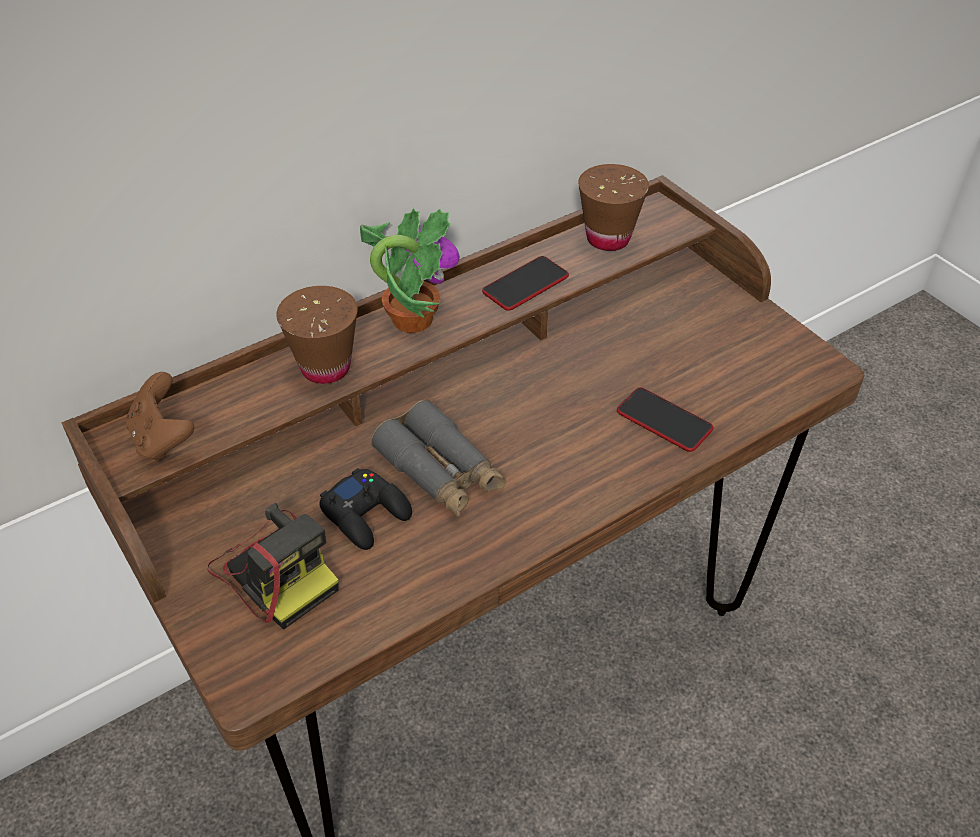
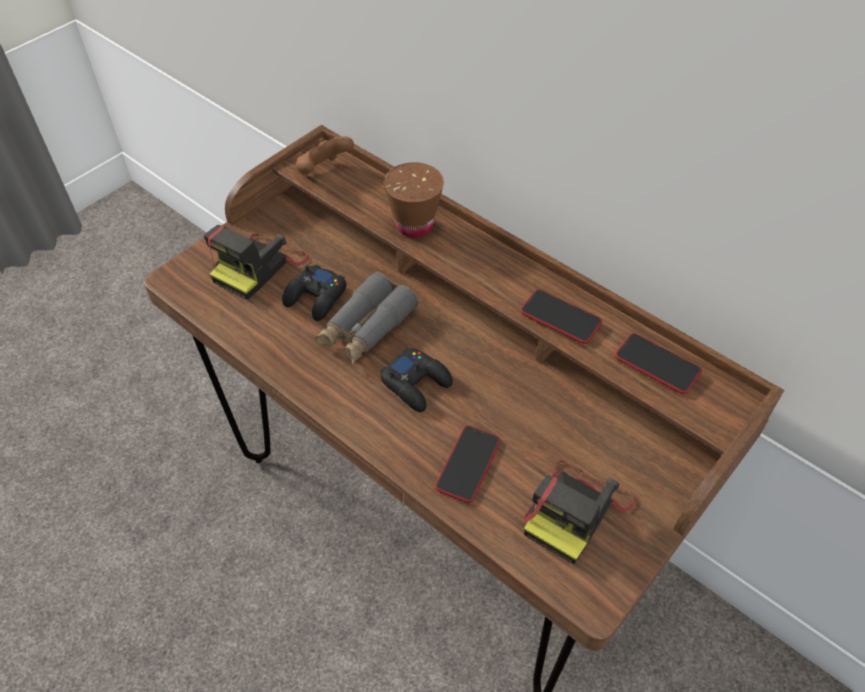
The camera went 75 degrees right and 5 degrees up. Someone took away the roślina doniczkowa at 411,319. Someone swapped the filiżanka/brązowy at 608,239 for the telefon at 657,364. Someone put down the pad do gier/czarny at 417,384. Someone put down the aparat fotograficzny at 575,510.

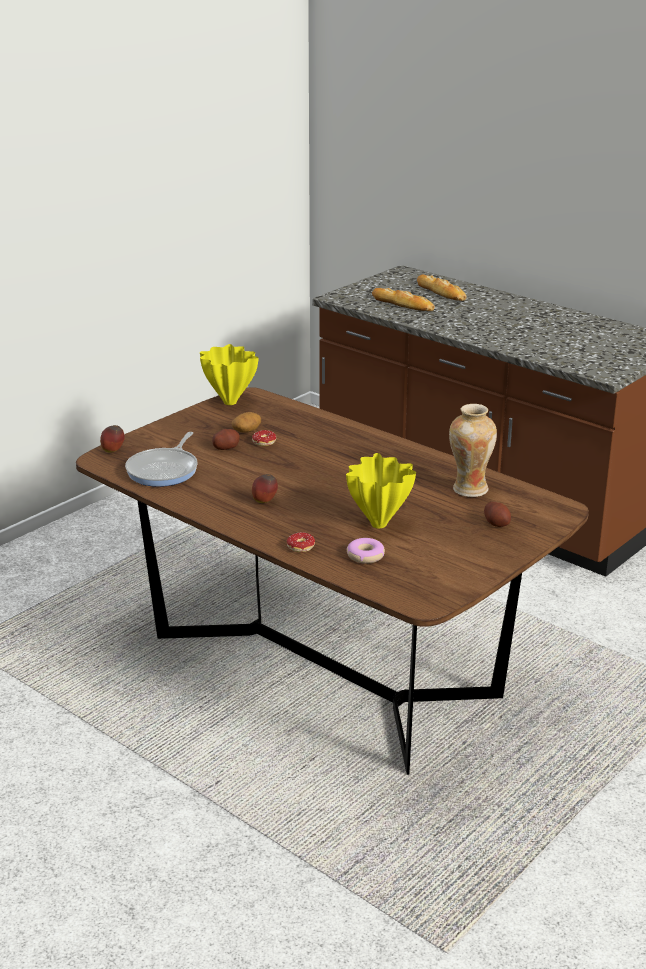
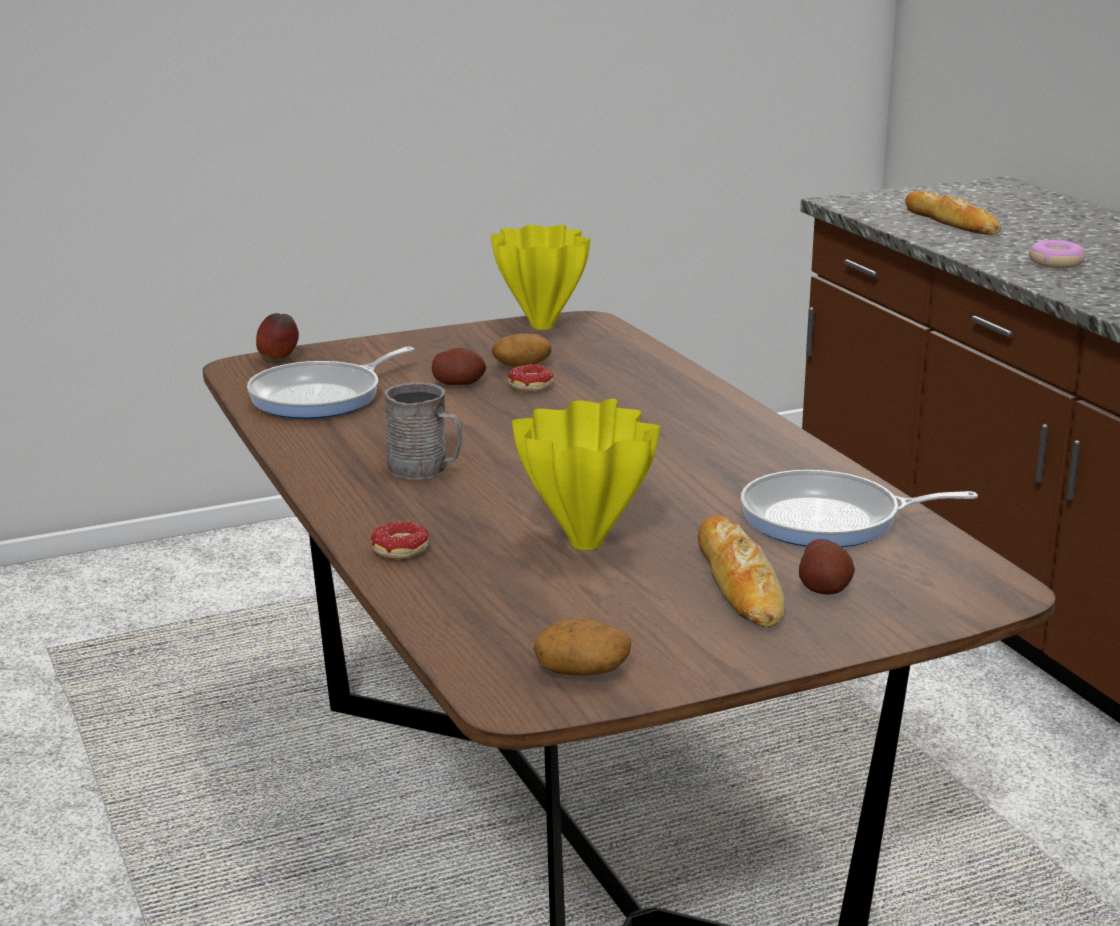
The camera went 25 degrees right and 5 degrees down. Someone swapped the jabłko at 265,501 for the kubek/szary at 425,469. Someone carried the donut from 365,556 to 1055,263. Someone carried the chleb from 440,292 to 738,582. Someone swapped the wazon at 470,489 for the patelnia at 829,520. Someone put down the ziemniak at 583,670.

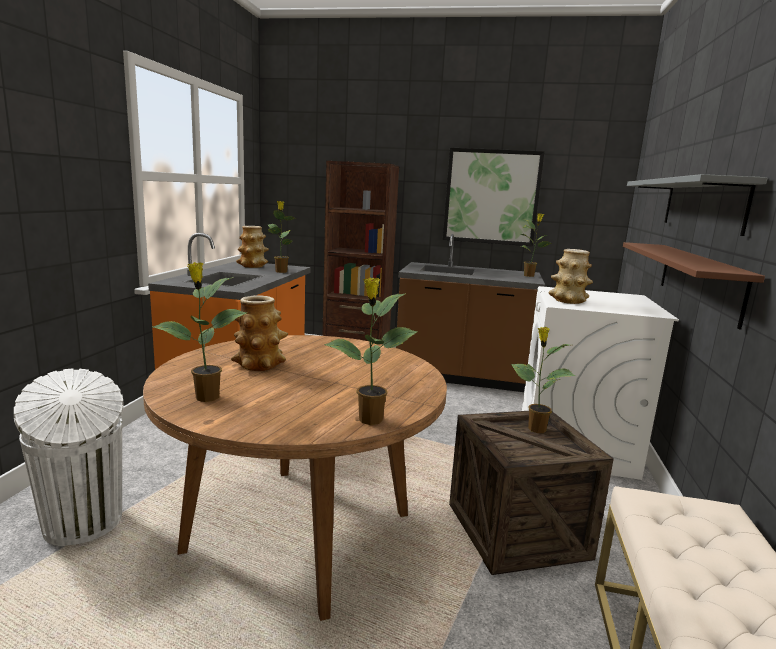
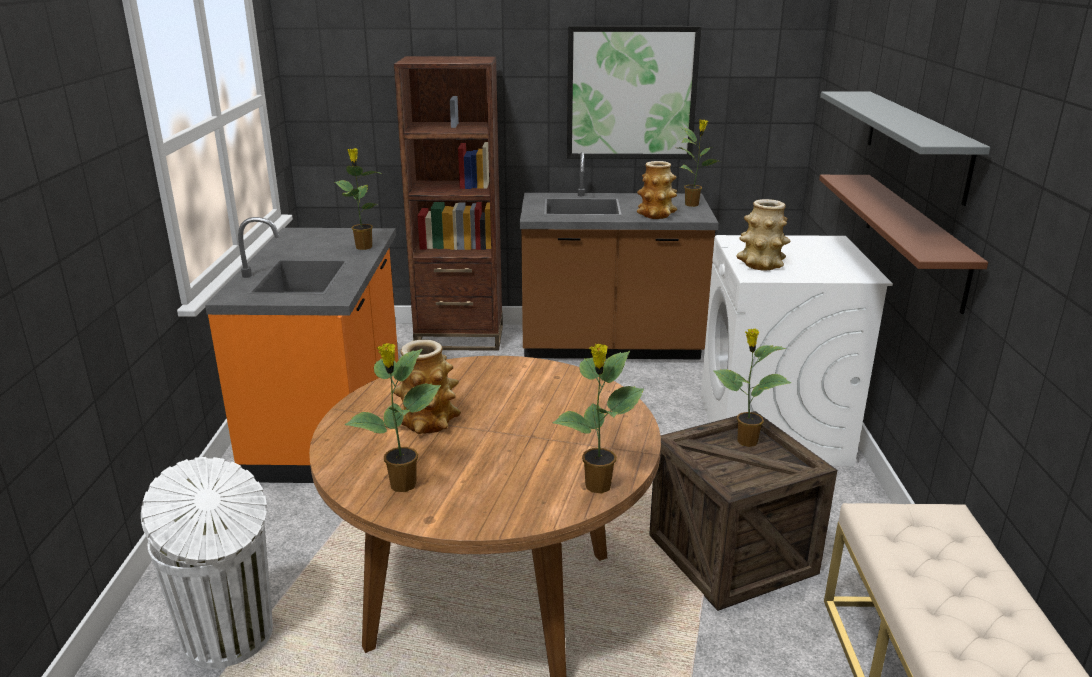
The camera went 10 degrees left and 10 degrees up. Someone carried the wazon from 253,266 to 656,215.

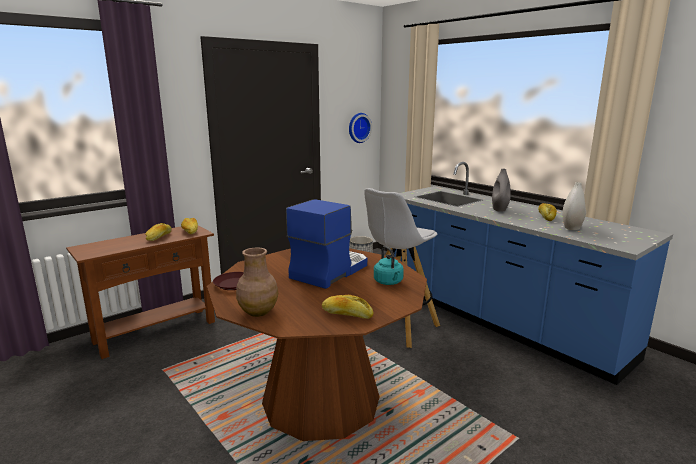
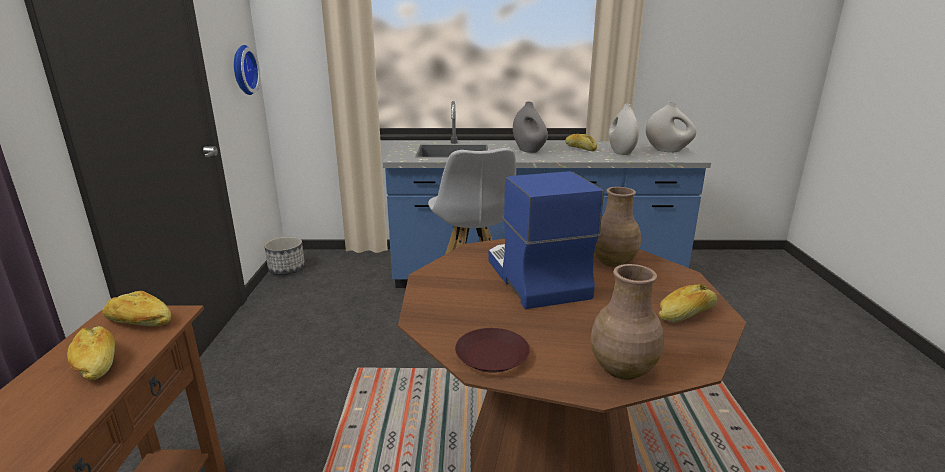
The camera went 50 degrees left and 5 degrees up. Someone swapped the czajnik/turkusowy at 389,282 for the wazon/brązowy at 613,261. Someone put down the wazon/biały at 667,150.

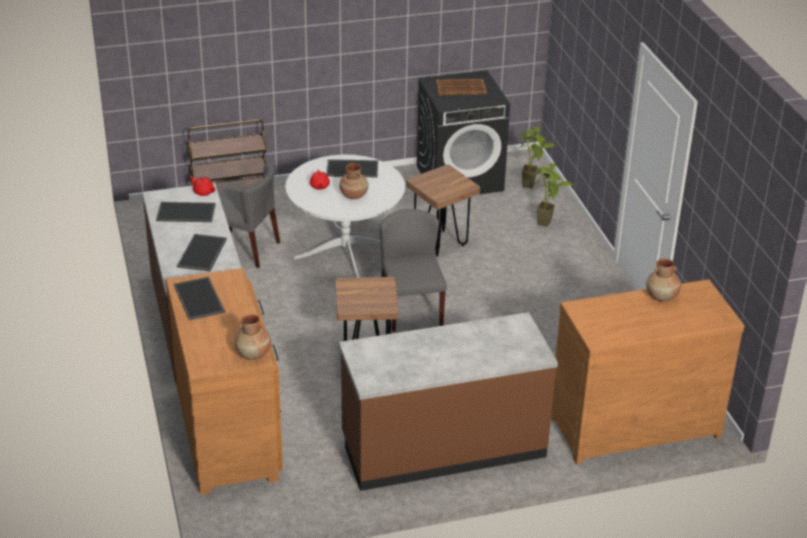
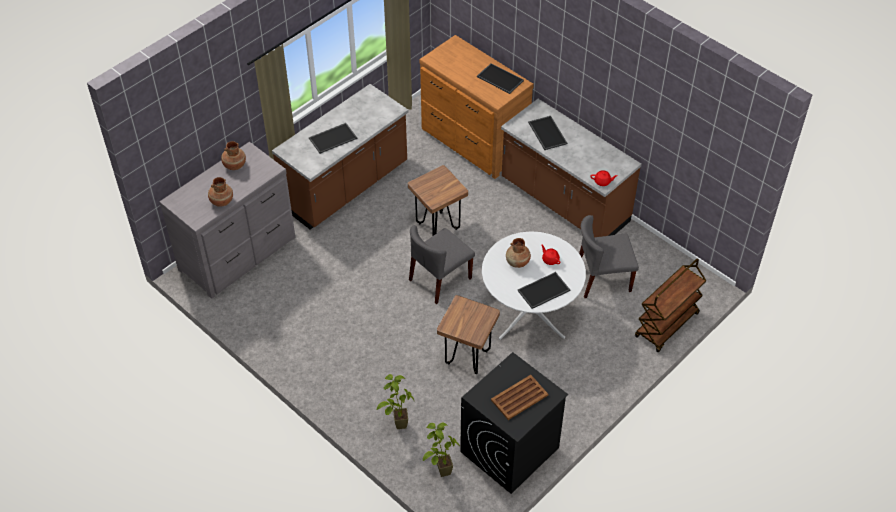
The camera went 150 degrees right and 15 degrees up. Someone carried the taca from 185,213 to 333,138. Someone carried the wazon/brązowy from 253,354 to 234,165. Someone rotated the krzesło/szary at 411,310 by 90 degrees clockwise. Someone repainted the komoda/brązowy at 632,424, which became the komoda/szary at 239,254.

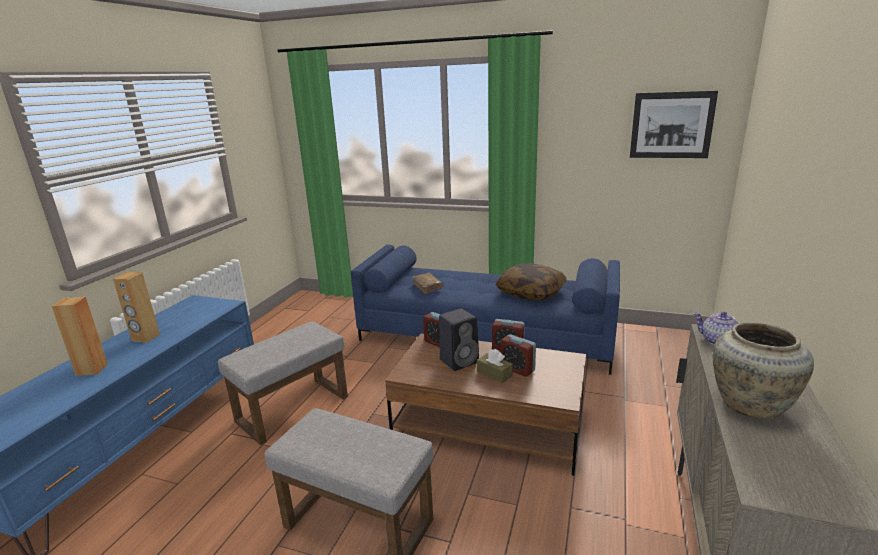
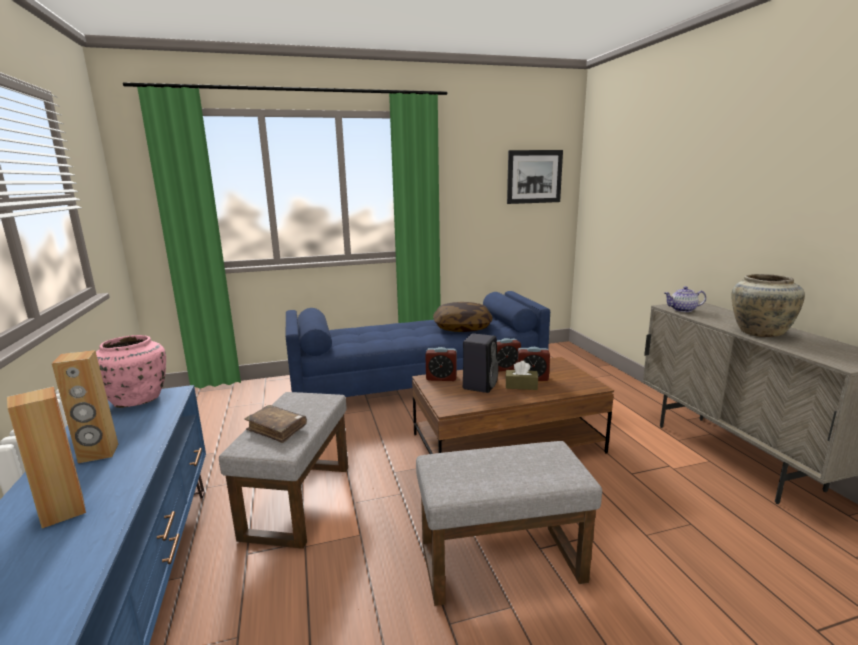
The camera went 35 degrees left and 5 degrees down. Someone carried the książka/brązowy from 427,287 to 277,429. Someone put down the wazon/różowy at 137,399.

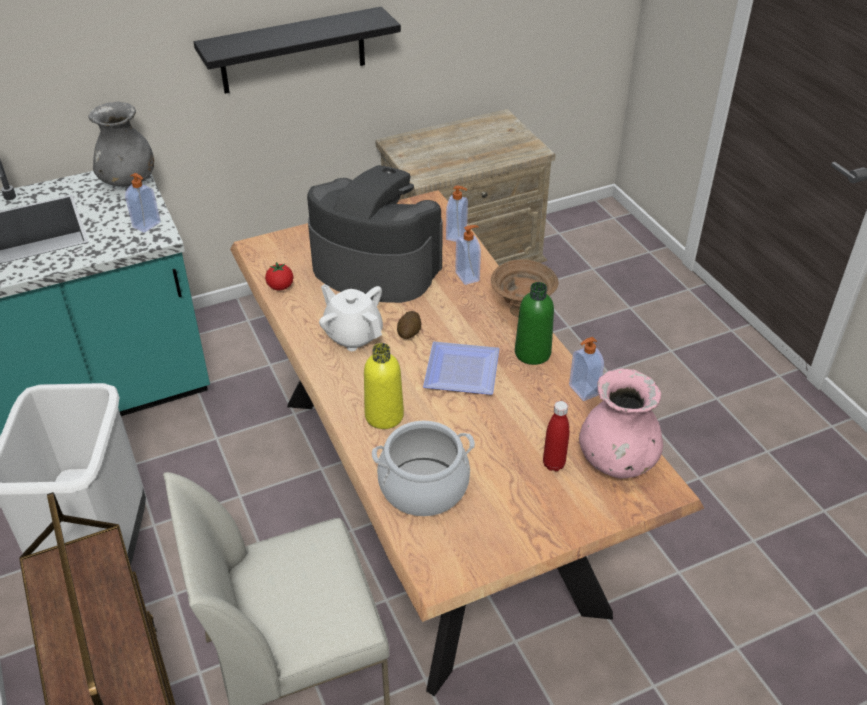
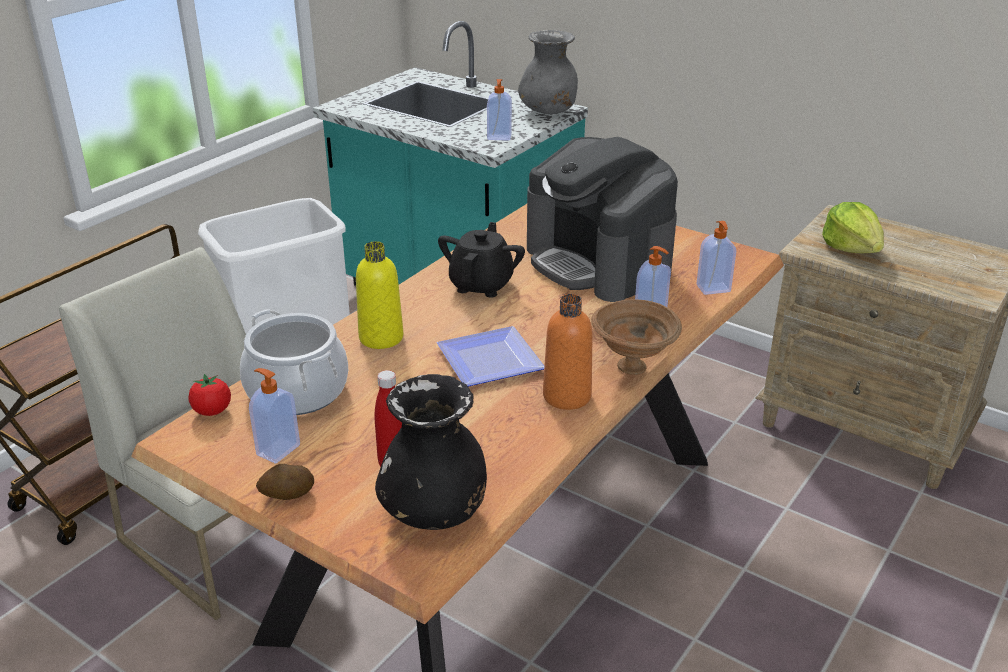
The camera went 60 degrees right and 10 degrees down. Someone took away the półka/czarny at 293,51. Someone carried the pomidor from 280,287 to 212,411. Someone rotated the ekspres do kawy at 375,267 by 150 degrees clockwise. Someone repainted the imbryk/biały at 353,335, which became the imbryk/czarny at 481,285. Someone carried the ziemniak from 409,333 to 287,495. Someone repainted the butelka/zielony at 532,353, which became the butelka/pomarańczowy at 567,396. Someone carried the dozownik mydła from 583,390 to 277,449. Someone repainted the wazon/różowy at 617,461, which became the wazon/czarny at 434,512. Someone put down the sałata at 852,248.

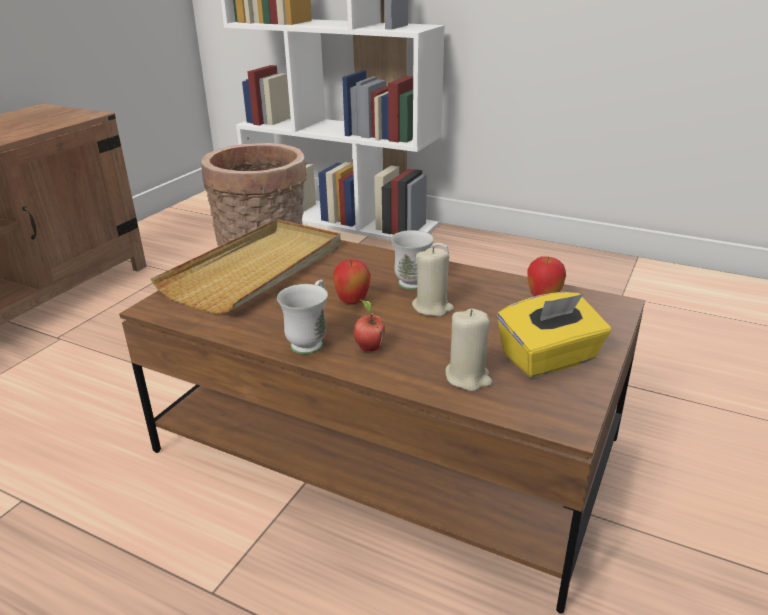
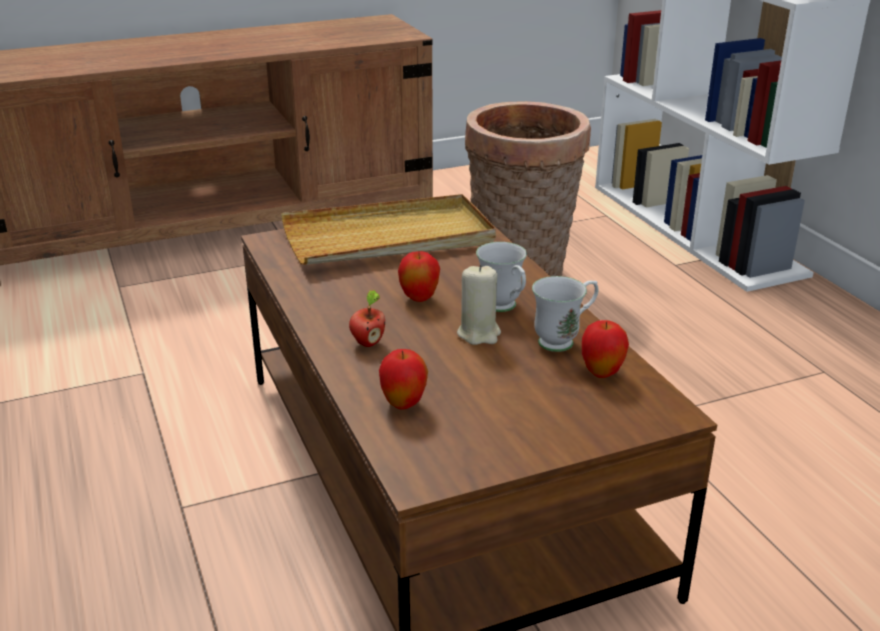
The camera went 40 degrees right and 0 degrees up. Someone carried the kubek/biały from 311,341 to 564,340. Someone swapped the świeca/beżowy at 468,377 for the jabłko at 404,404. Someone took away the pudełko chusteczek/żółty at 549,359.

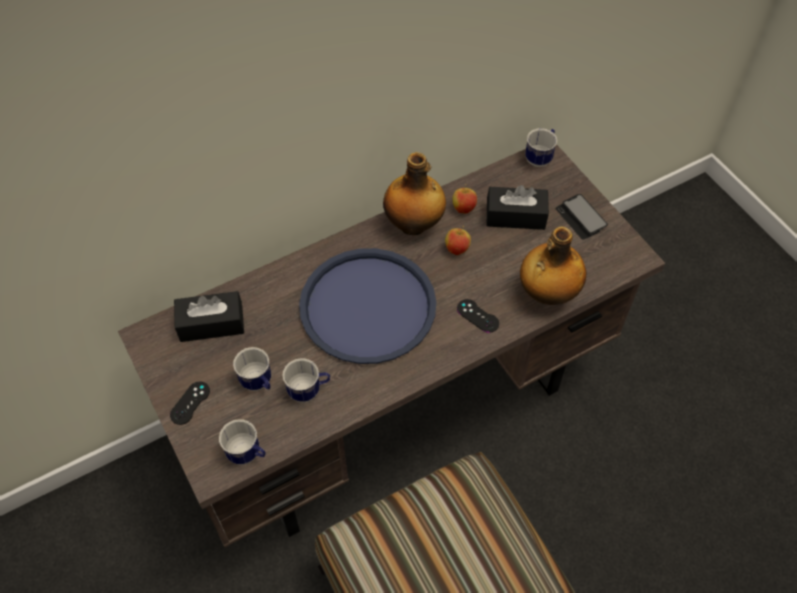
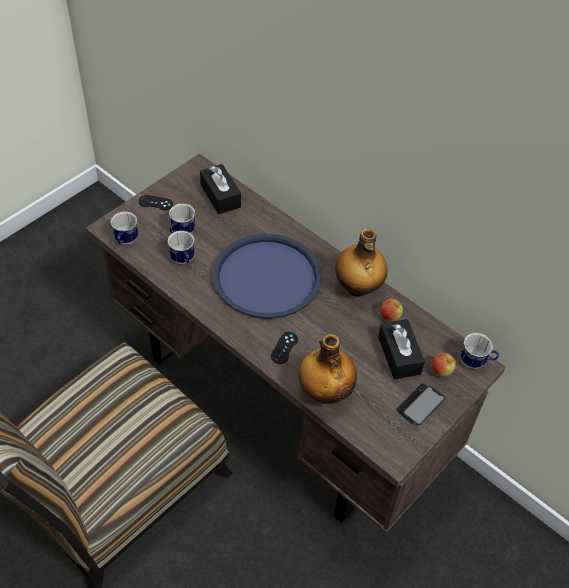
The camera went 70 degrees right and 5 degrees down. Someone carried the jabłko from 457,249 to 441,372.

